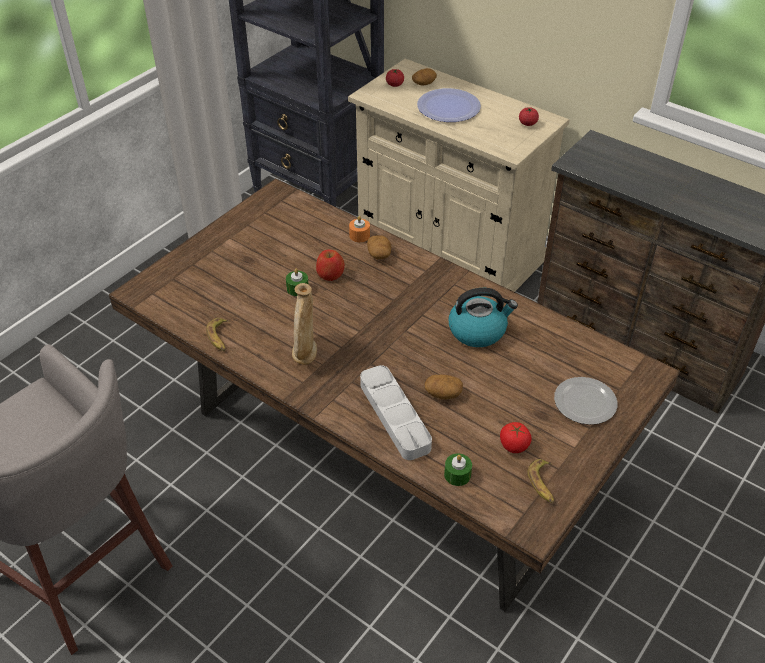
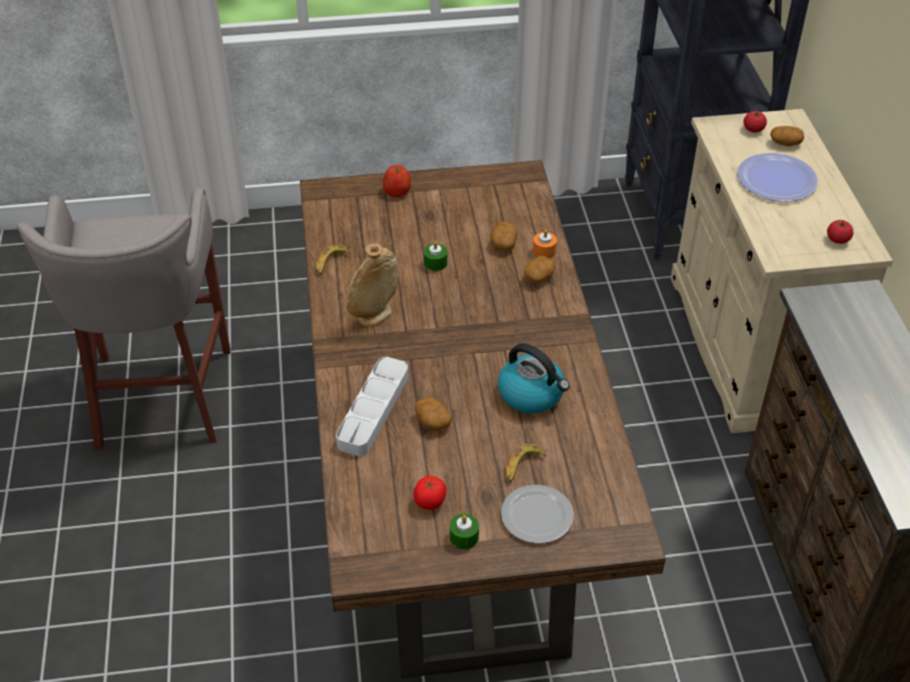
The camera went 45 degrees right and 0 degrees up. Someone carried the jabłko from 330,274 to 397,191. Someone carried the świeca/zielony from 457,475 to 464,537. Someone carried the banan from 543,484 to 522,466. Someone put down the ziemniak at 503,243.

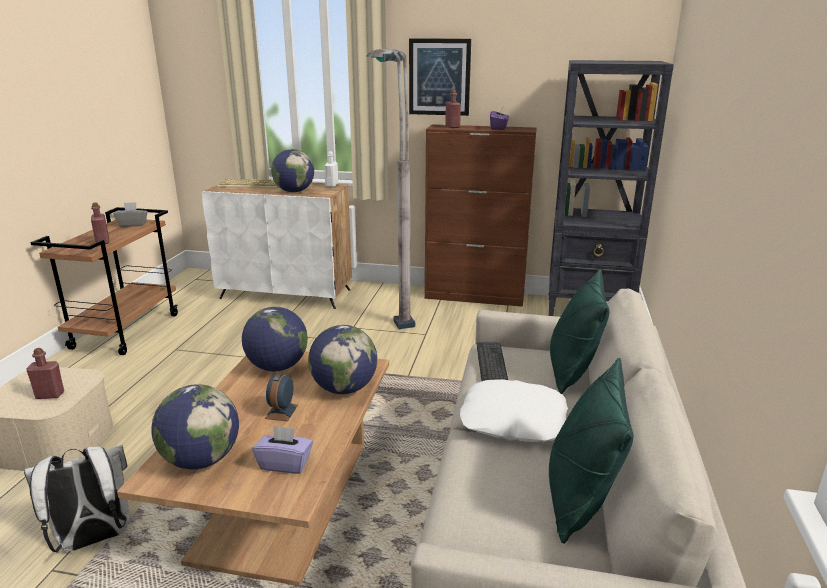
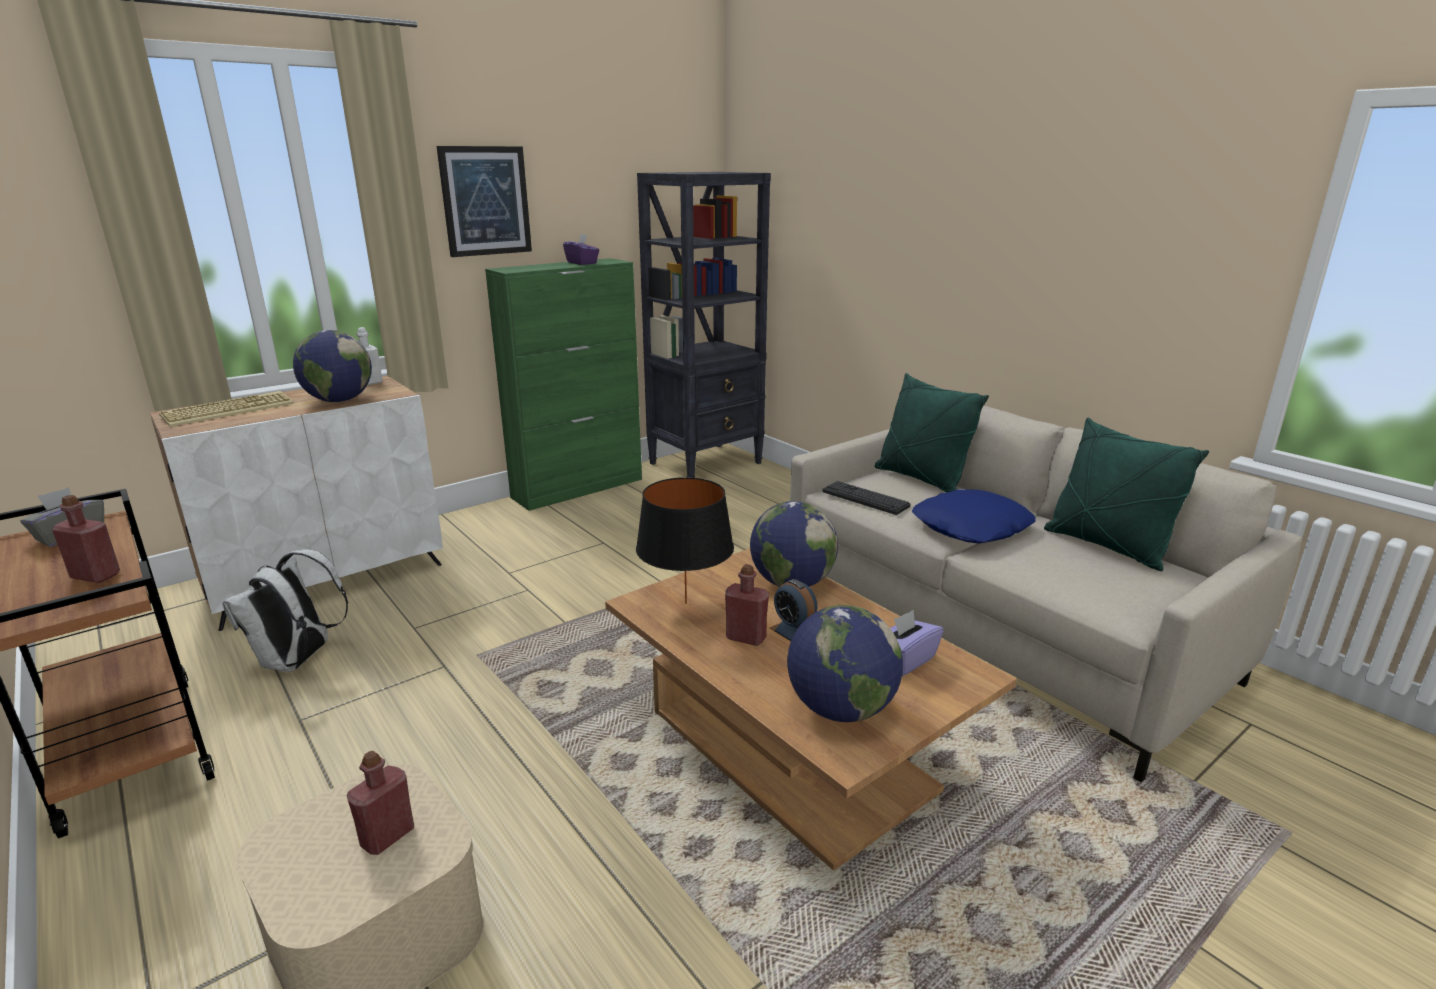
The camera went 50 degrees left and 0 degrees up. Someone carried the plecak/biały from 93,539 to 298,661. Someone swapped the globus at 277,367 for the lampa stołowa/czarny at 686,603. Someone took away the lampa stojąca/szary at 394,308. Someone repainted the szafka/brązowy at 475,296, which became the szafka/zielony at 578,488. Someone carried the butelka/czerwony from 452,127 to 746,637. Someone repainted the poduszka/biały at 513,421, which became the poduszka/niebieski at 972,528.

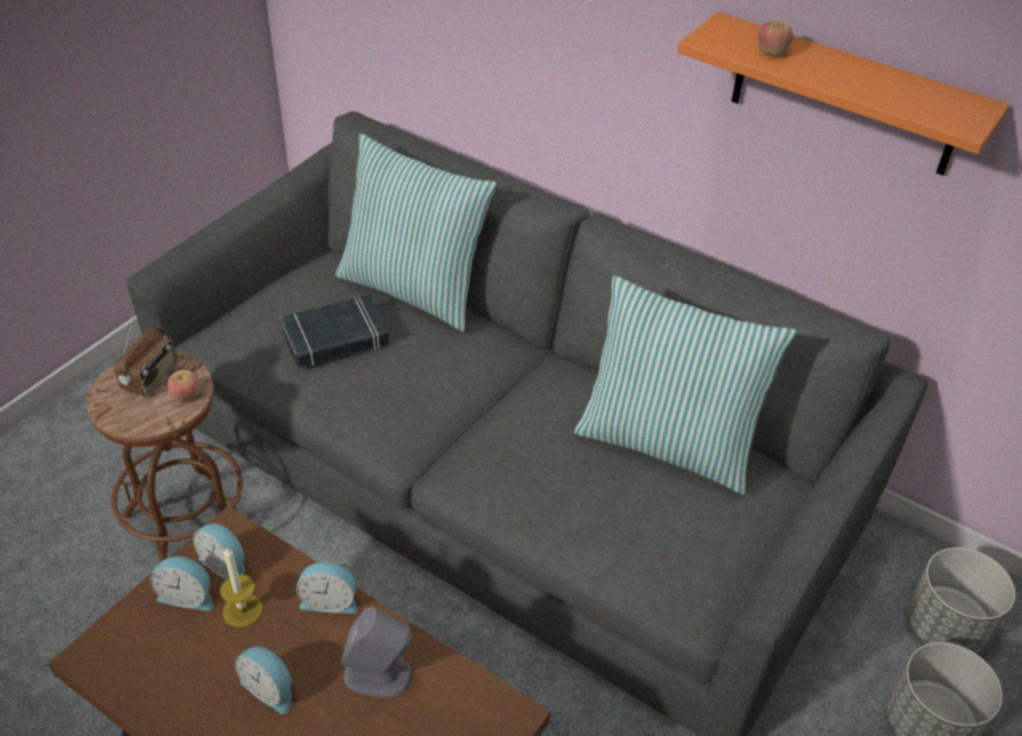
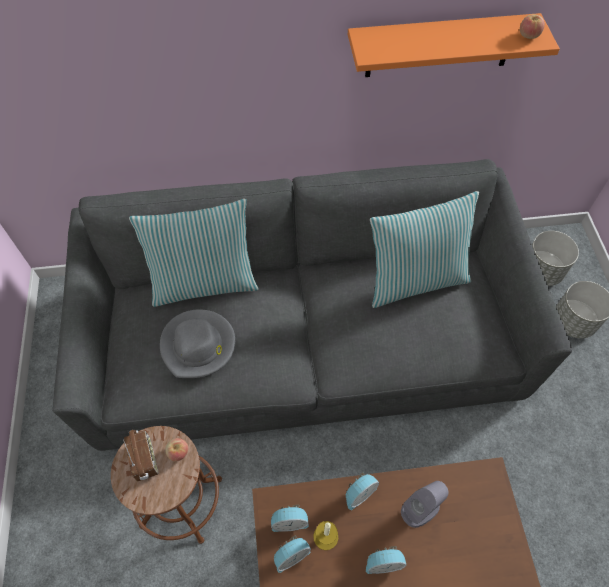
The camera went 40 degrees left and 15 degrees up. Someone swapped the książka/czarny at 335,338 for the kapelusz/szary at 198,345. Someone carried the jabłko from 771,52 to 528,35.

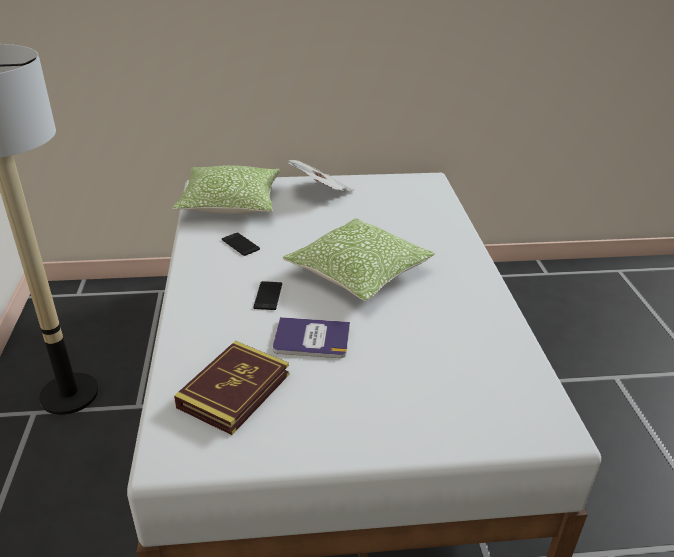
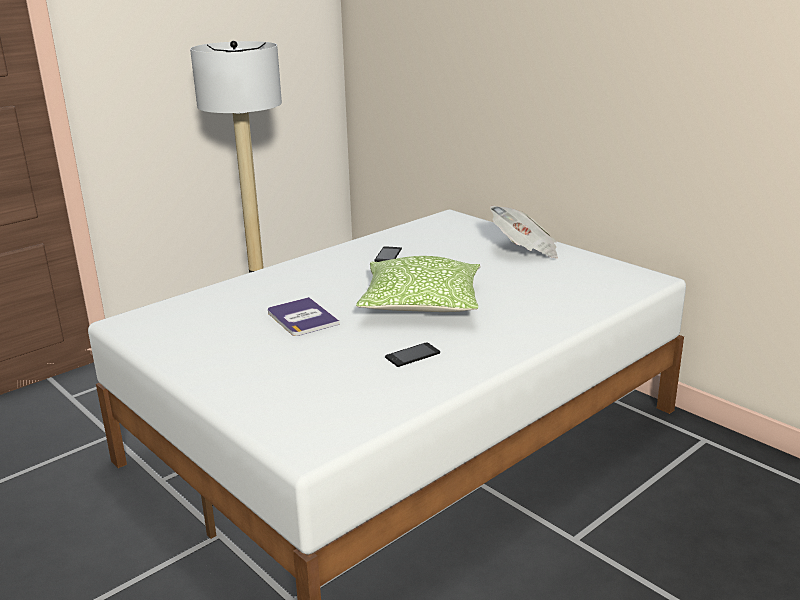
The camera went 55 degrees right and 10 degrees down. Someone took away the poduszka at 230,203. Someone took away the książka at 234,390. Someone carried the telefon from 268,296 to 412,355.

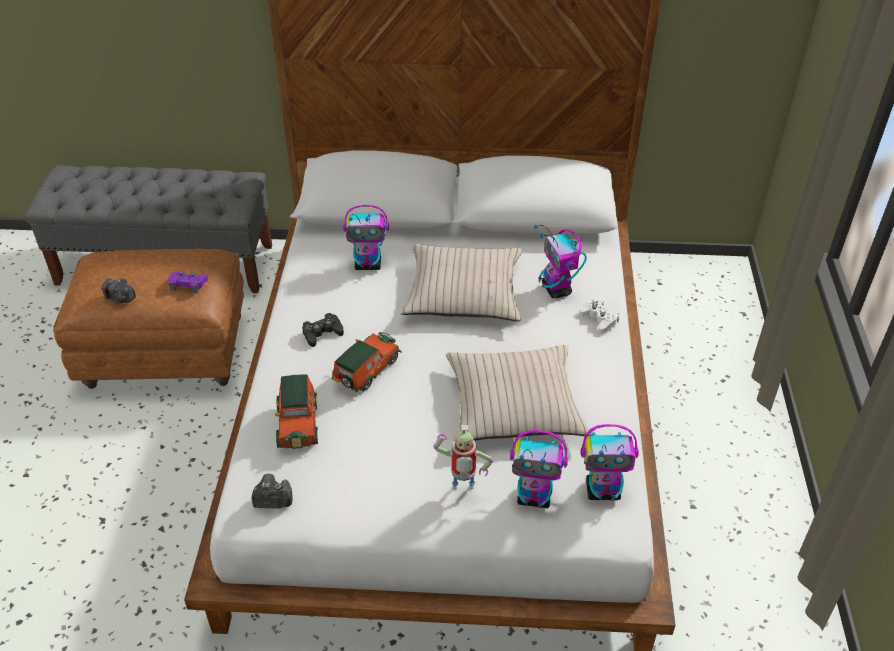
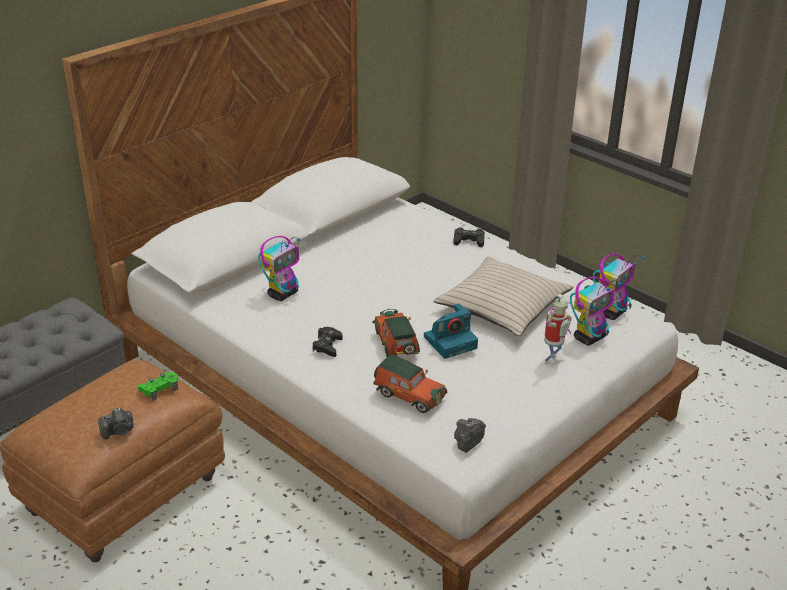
The camera went 50 degrees left and 10 degrees down. Someone repainted the pad do gier/fioletowy at 188,284, which became the pad do gier/zielony at 159,389. Someone took away the poduszka/beżowy at 463,293. Someone took away the robot zabawkowy at 556,290. Someone repainted the pad do gier/biały at 599,319, which became the pad do gier/czarny at 468,241. Someone put down the aparat fotograficzny at 451,341.

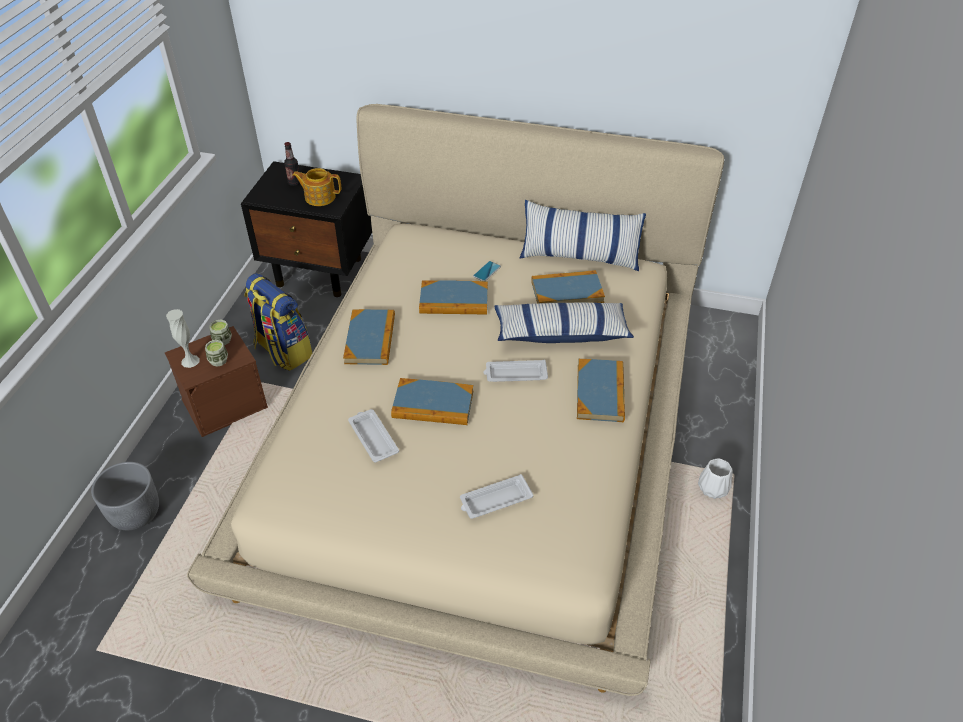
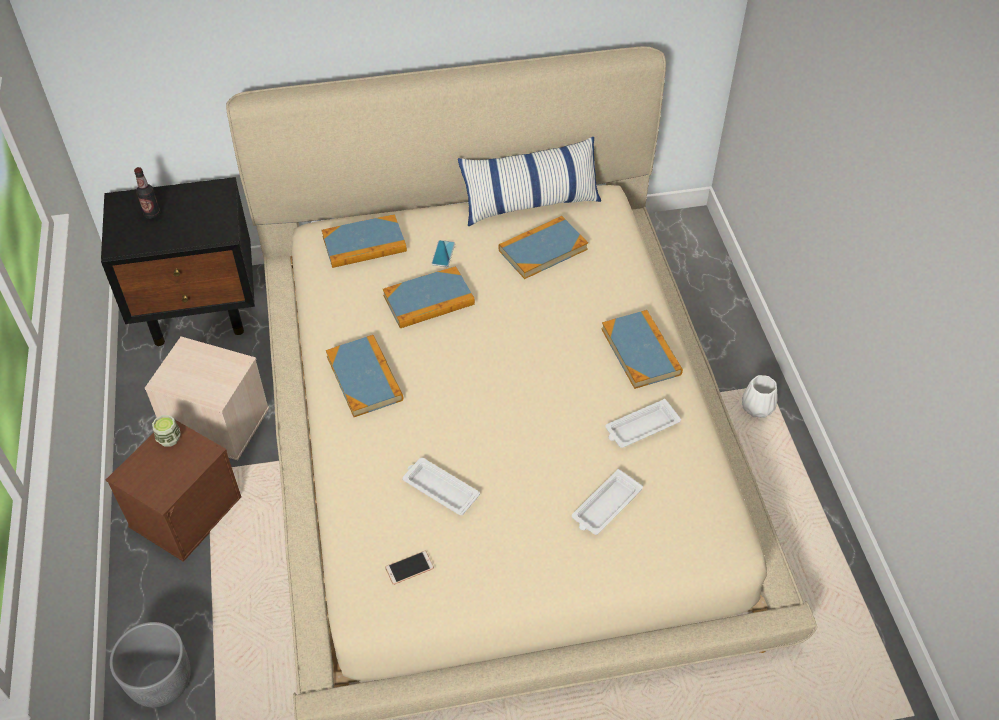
The camera went 25 degrees left and 5 degrees up. Someone took away the wazon/biały at 190,361. Someone took away the filiżanka at 218,360. Someone swapped the plecak at 282,351 for the pojemnik do przechowywania/beżowy at 215,423. Someone took away the imbryk at 319,197. Someone carried the książka from 433,405 to 364,244. Someone carried the taca/biały from 515,374 to 641,427. Someone took away the poduszka at 561,333. Someone put down the telefon at 409,568.

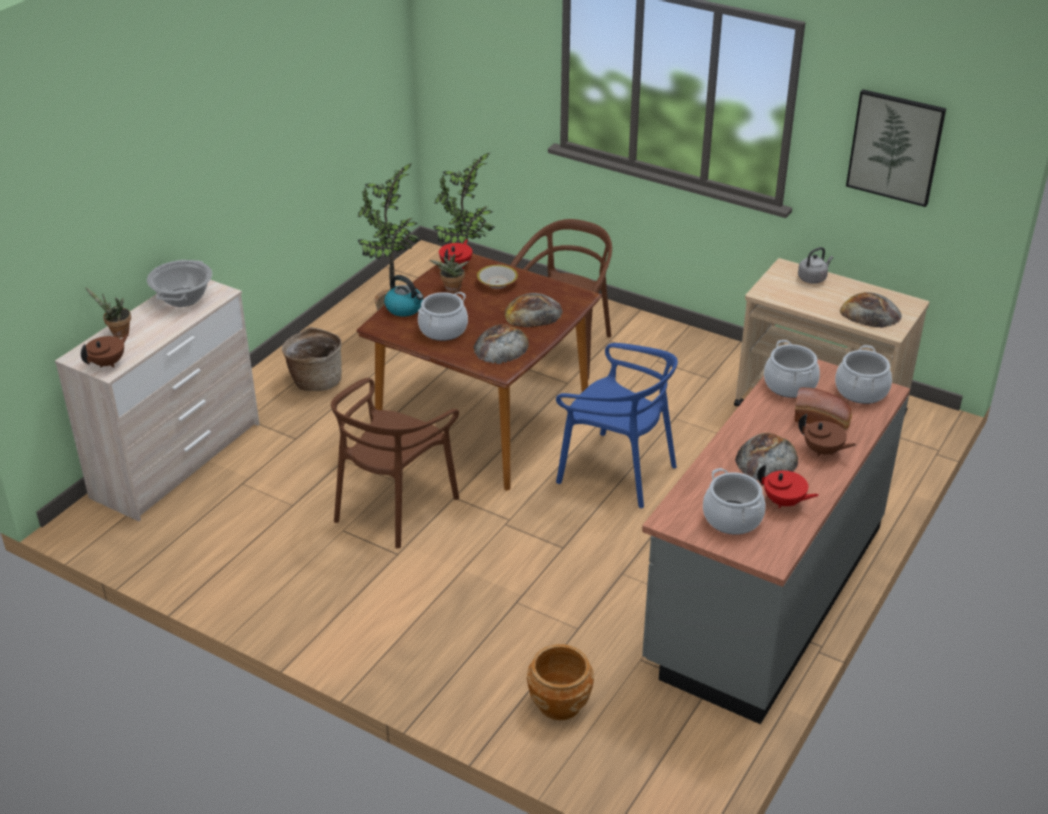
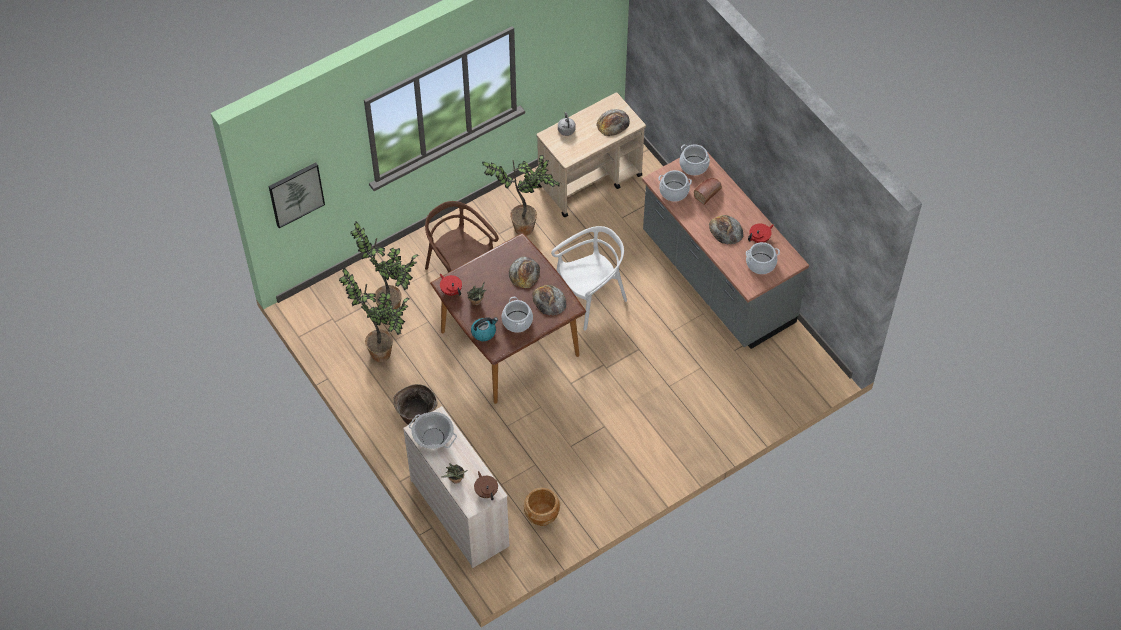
The camera went 65 degrees left and 20 degrees up. Someone took away the krzesło/brązowy at 394,507. Someone took away the miska at 497,282. Someone carried the donica/brązowy from 560,703 to 542,515. Someone repainted the krzesło/niebieski at 616,471, which became the krzesło/biały at 590,298. Someone took away the imbryk/brązowy at 823,451. Someone carried the obraz from 895,147 to 296,194. Someone put down the roślina doniczkowa at 526,227.

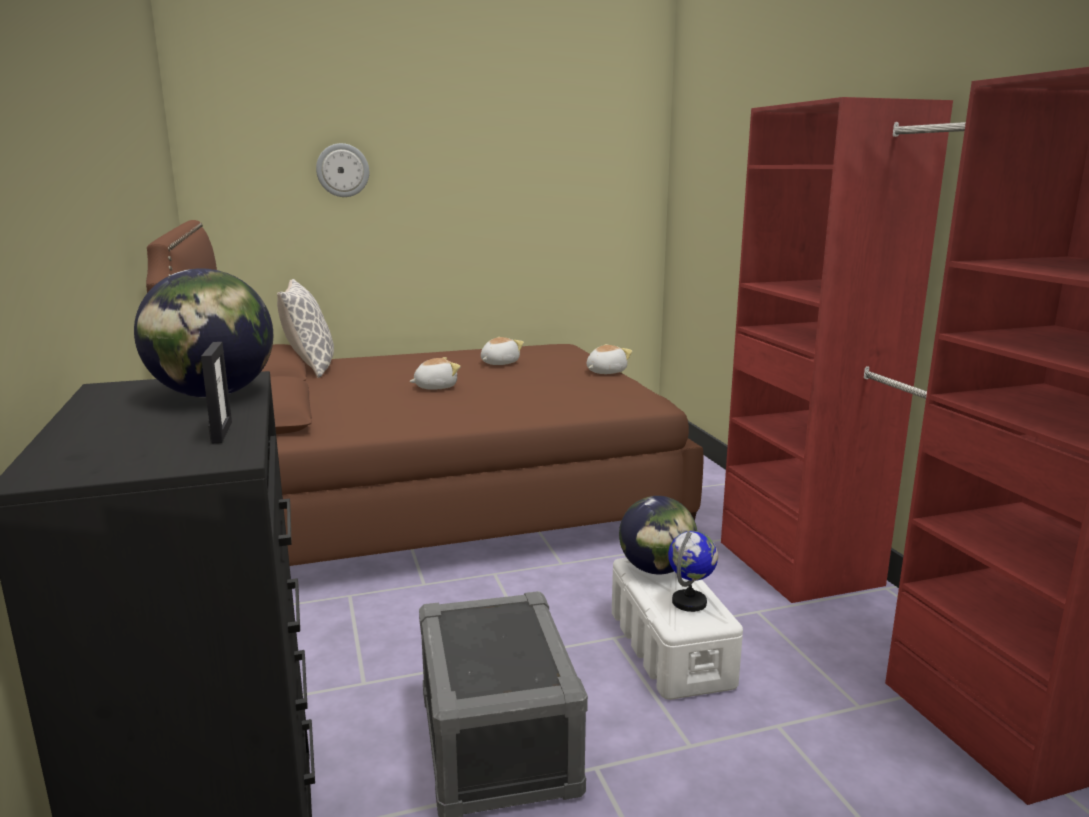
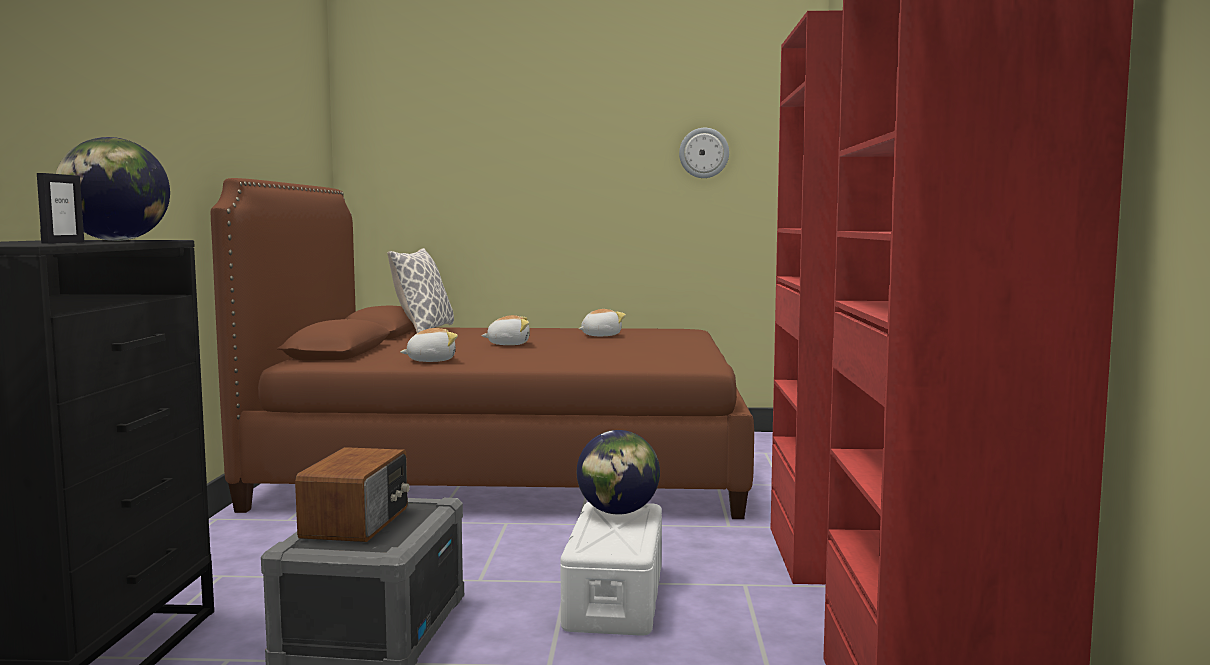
The camera went 20 degrees right and 10 degrees down. Someone carried the zegar ścienny from 342,170 to 704,153. Someone carried the pluszak from 605,372 to 431,360. Someone took away the globus at 689,602. Someone put down the radio at 358,522.

